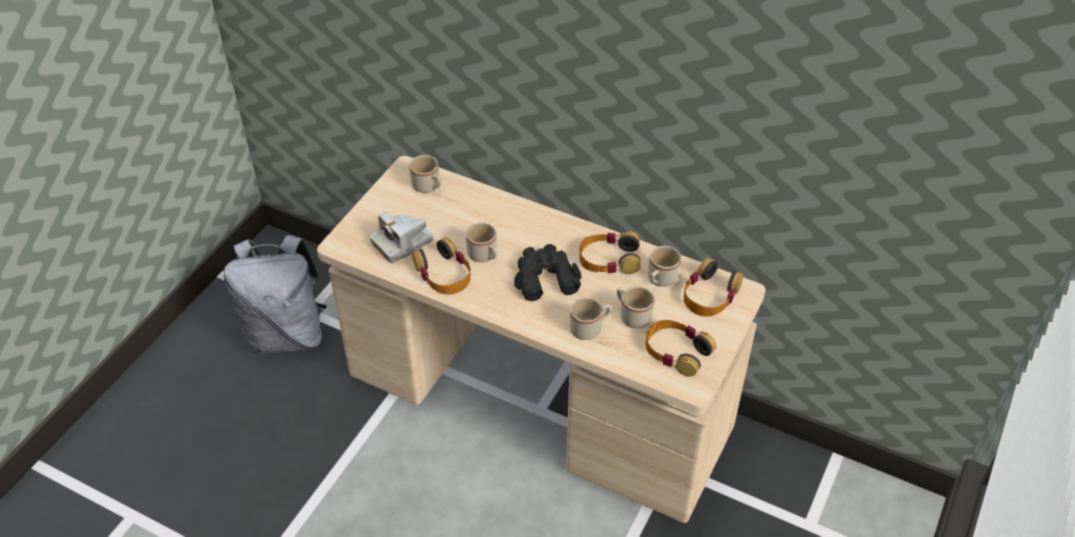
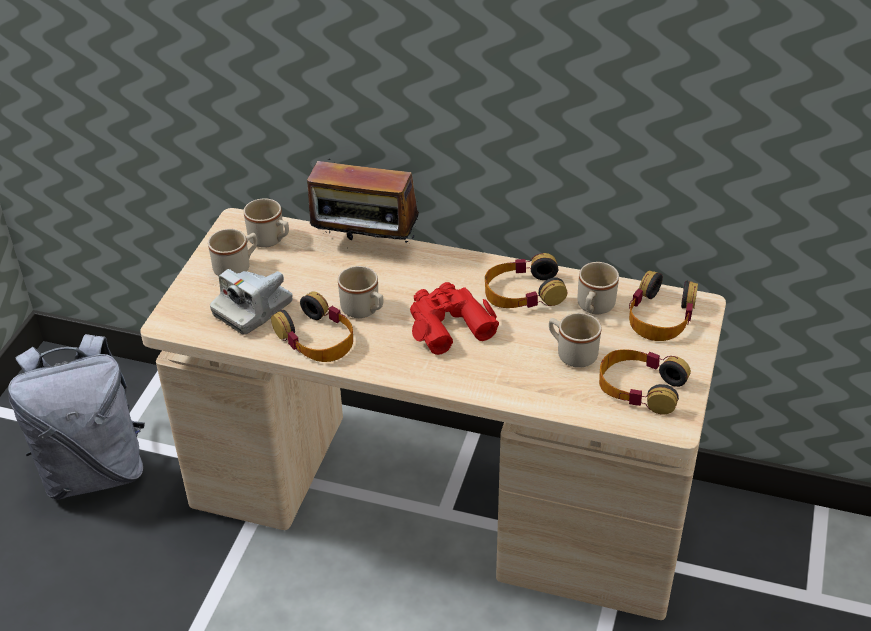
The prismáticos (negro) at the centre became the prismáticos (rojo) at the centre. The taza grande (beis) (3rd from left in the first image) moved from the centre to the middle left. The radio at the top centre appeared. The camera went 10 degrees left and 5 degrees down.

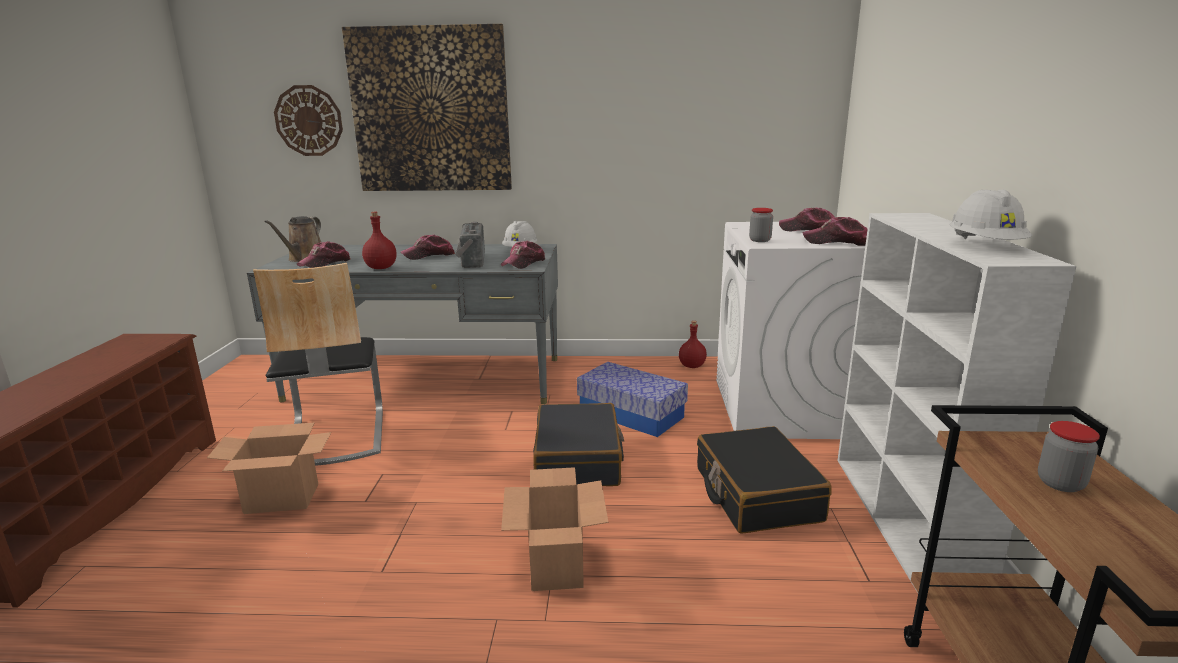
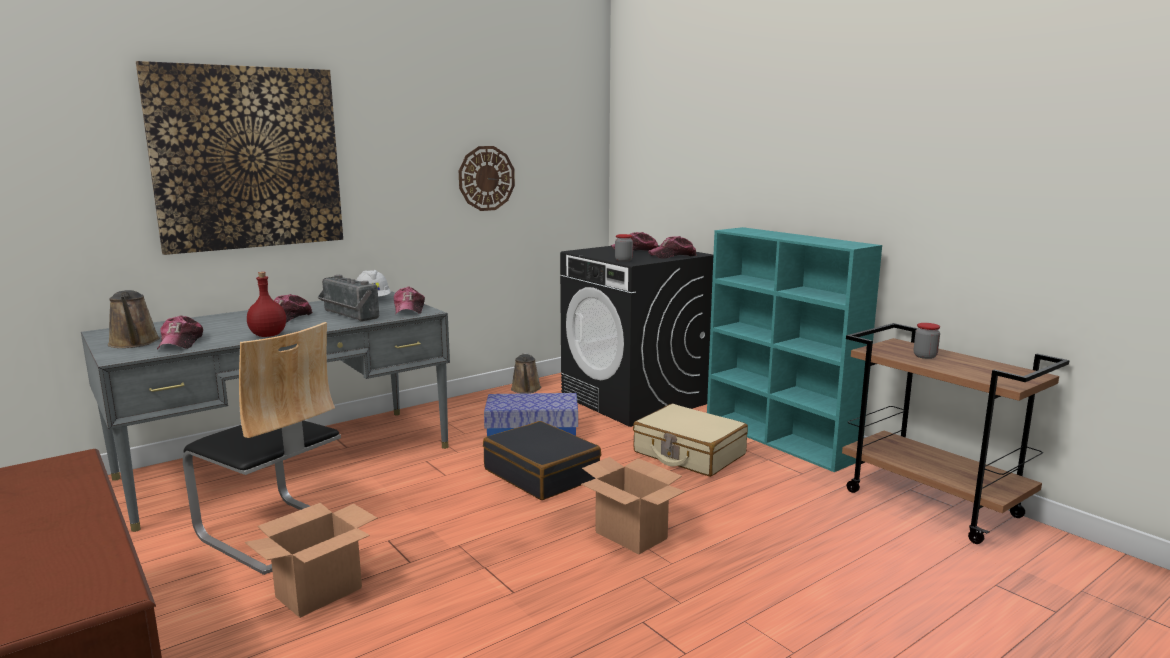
The reloj de pared moved from the top left to the top centre. The botella (rojo) (2nd from left) at the centre was replaced by the regadera (marrón) (2nd from left) at the centre. The maleta (negro) (2nd from left) at the bottom centre became the maleta (beis) at the bottom centre. The lavadora (blanco) at the middle right became the lavadora (negro) at the centre. The estantería (blanco) at the middle right became the estantería (turquesa) at the middle right. The casco (blanco) (2nd from left) at the top right disappeared. The camera went 40 degrees left and 5 degrees down.

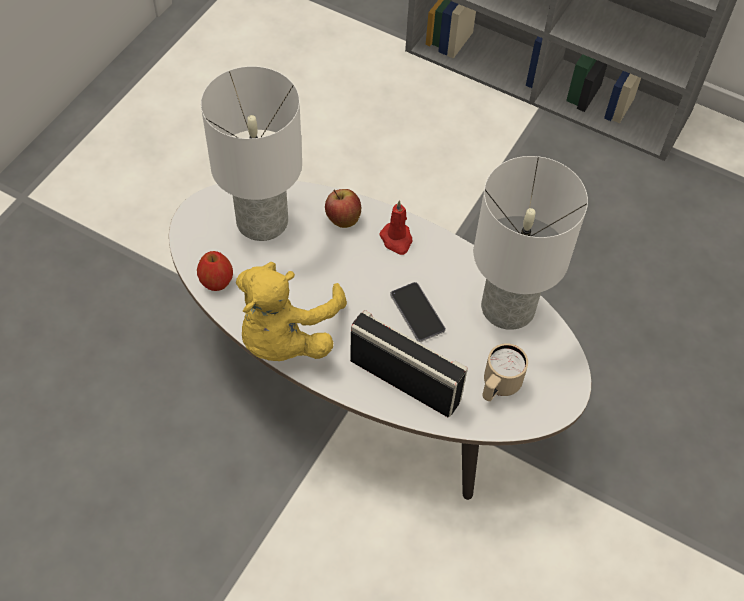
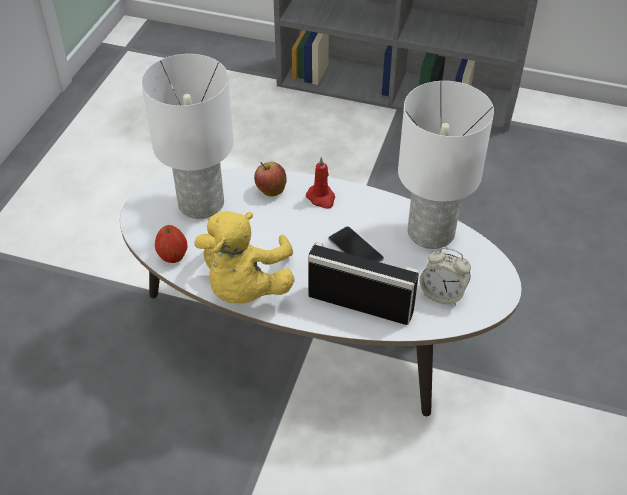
The taza grande (beis) at the middle right was replaced by the despertador at the middle right. The camera went 10 degrees left and 10 degrees down.

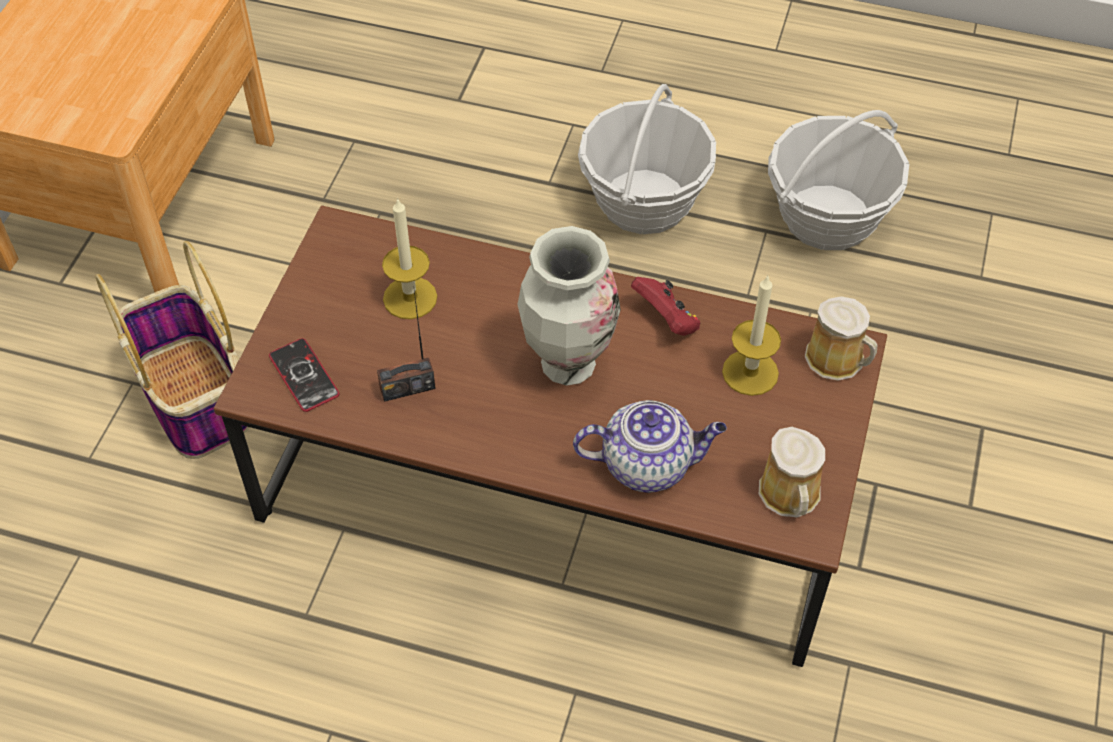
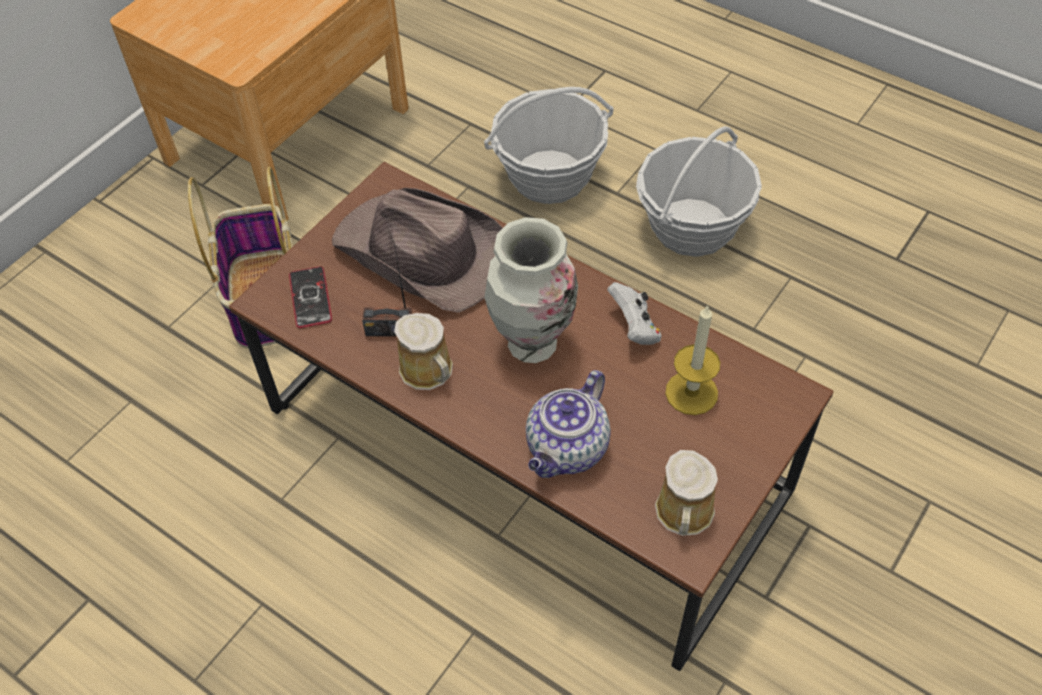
The vela (1st from left) at the centre was replaced by the sombrero (marrón) at the centre. The tetera at the centre turned 105 degrees clockwise. The mando de consola (rojo) at the centre became the mando de consola (blanco) at the centre. The cesta (3rd from left in the first image) moved from the top right to the top centre. The taza grande (2nd from left in the first image) moved from the middle right to the centre. The camera went 20 degrees right and 0 degrees up.

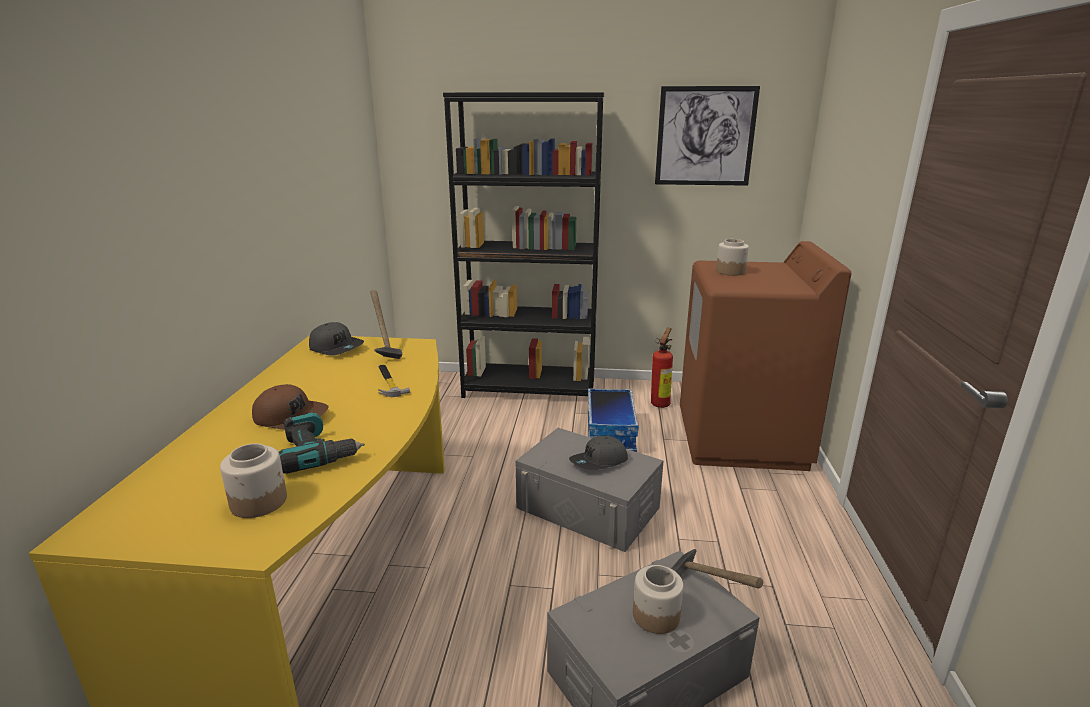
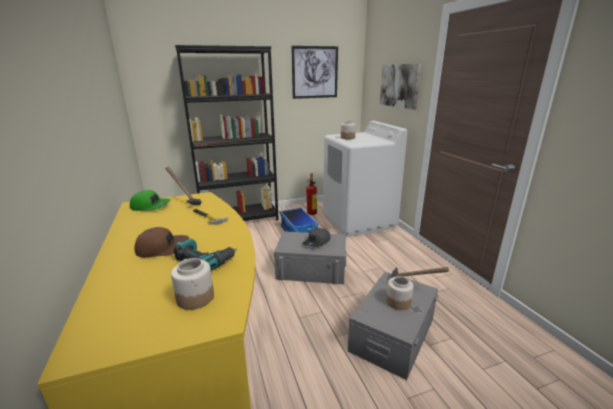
The gorra (gris) (1st from left) at the middle left became the gorra (verde) at the middle left. The lavadora (marrón) at the middle right became the lavadora (blanco) at the centre. The cuadro (2nd from left) at the top centre appeared. The camera went 25 degrees left and 0 degrees up.

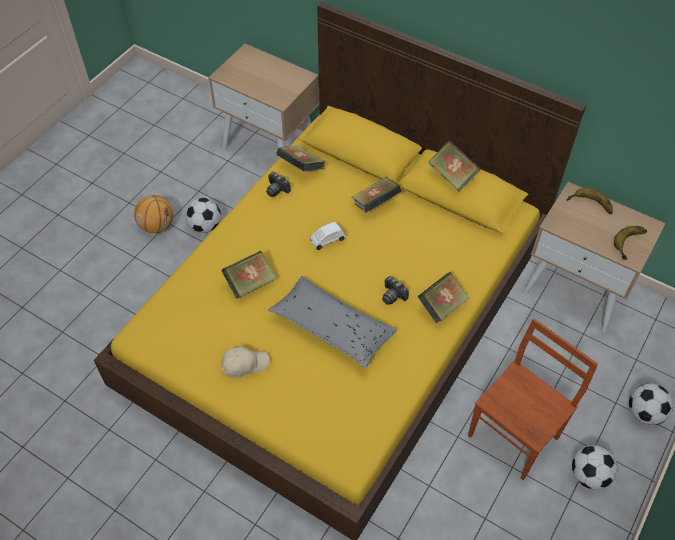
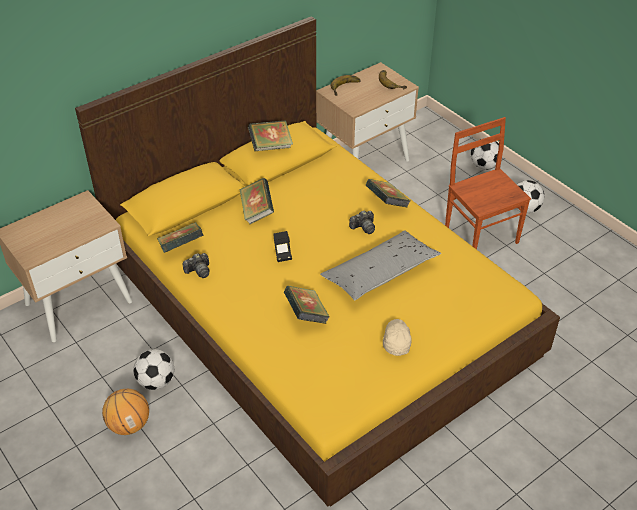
The coche de juguete (blanco) at the centre became the coche de juguete (negro) at the centre. The camera went 70 degrees left and 10 degrees down.

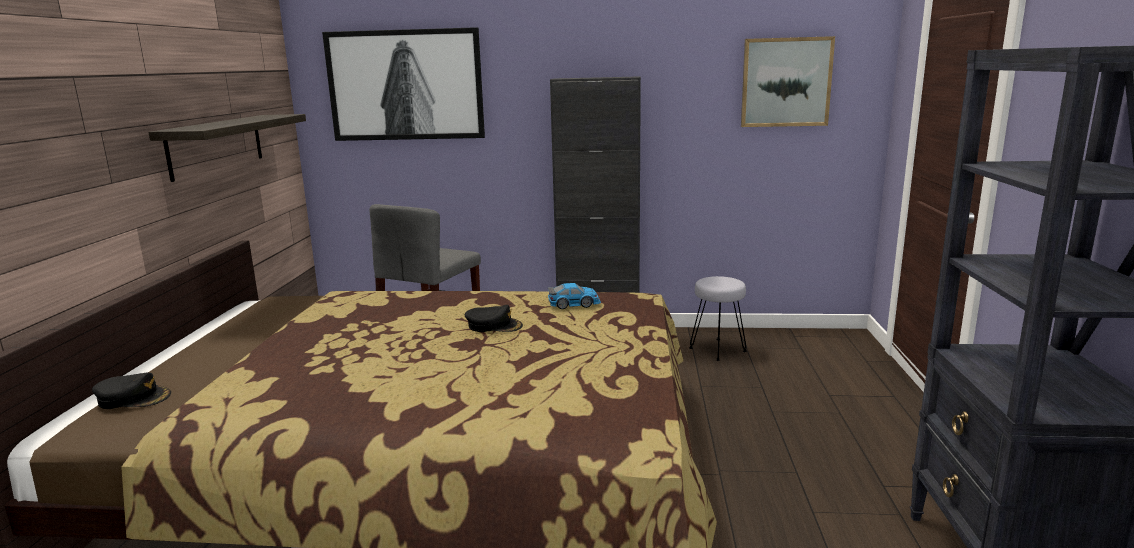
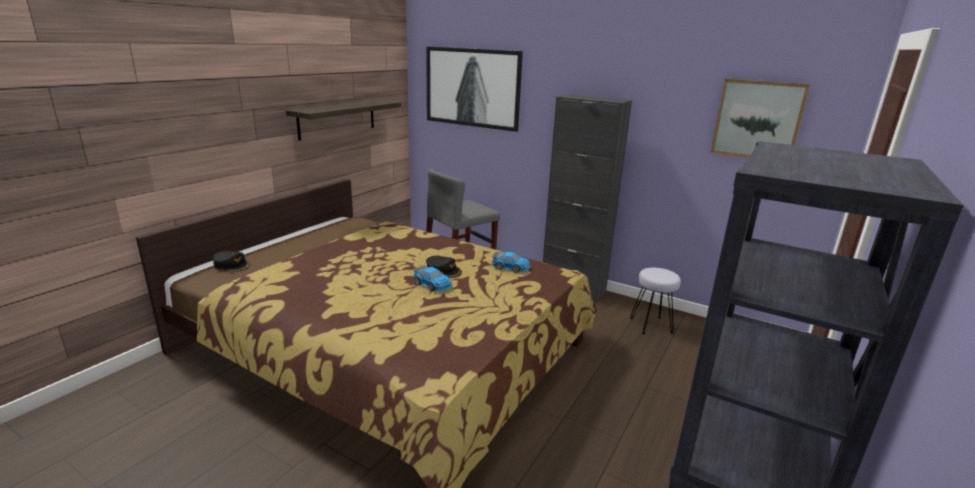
The coche de juguete (1st from left) at the centre appeared. The camera went 25 degrees right and 5 degrees up.

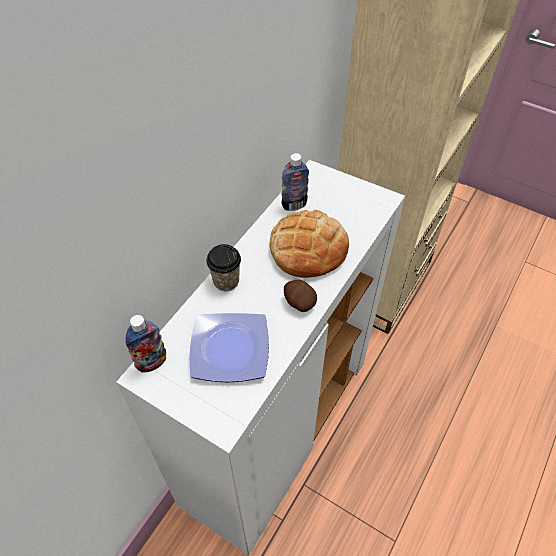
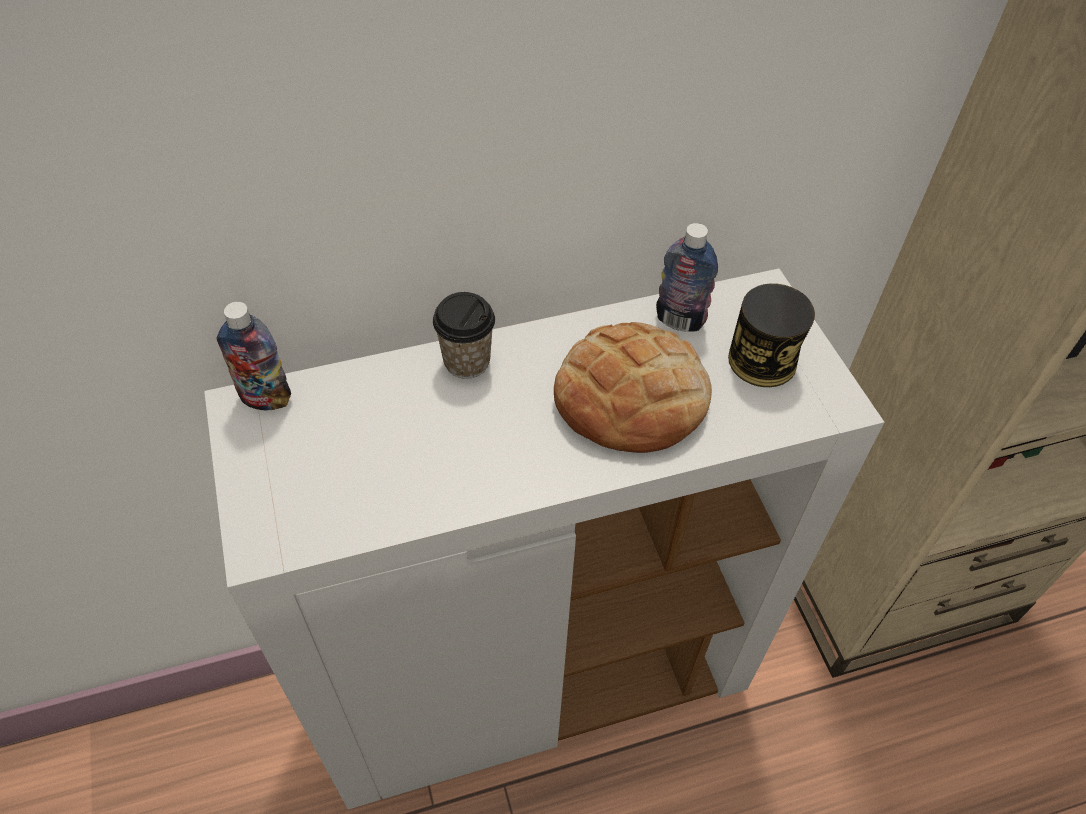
The plato at the centre disappeared. The patata at the centre disappeared. The lata at the middle right appeared. The camera went 40 degrees right and 0 degrees up.

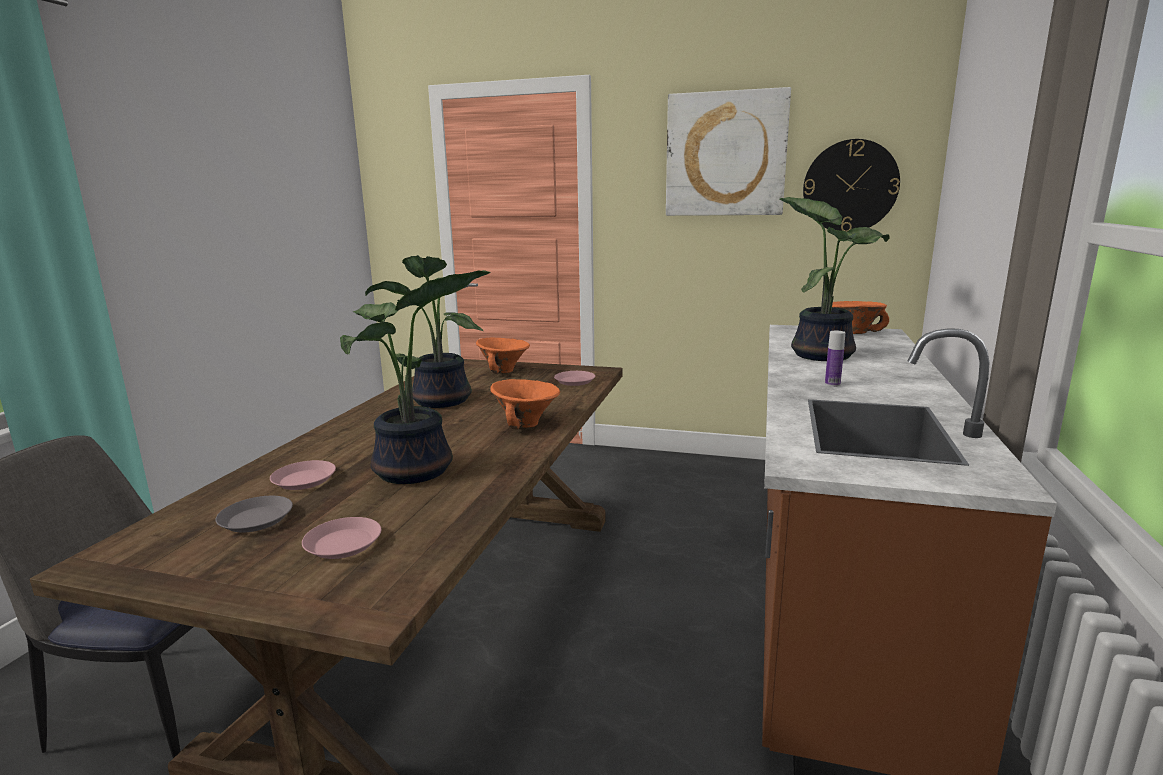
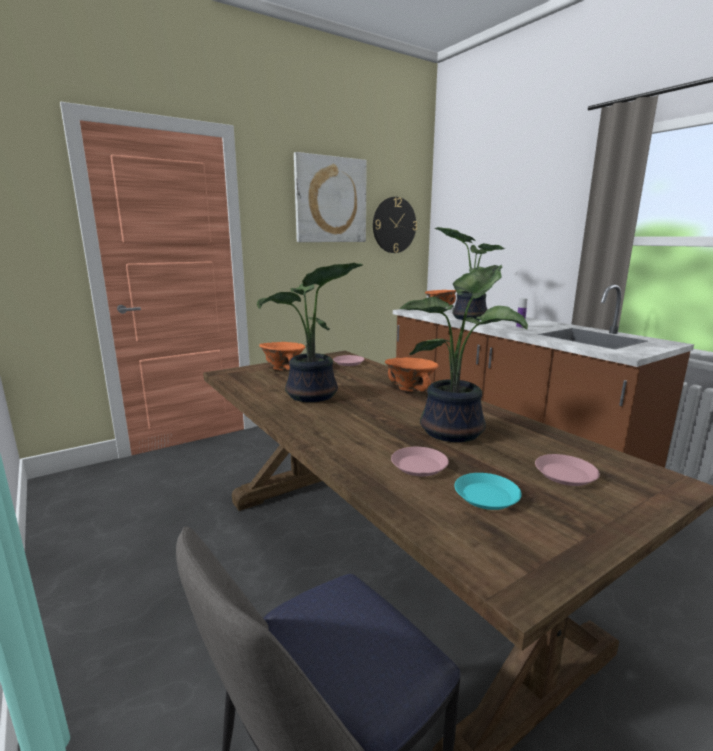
The plato (gris) at the middle left became the plato (turquesa) at the middle right. The camera went 50 degrees left and 0 degrees up.

